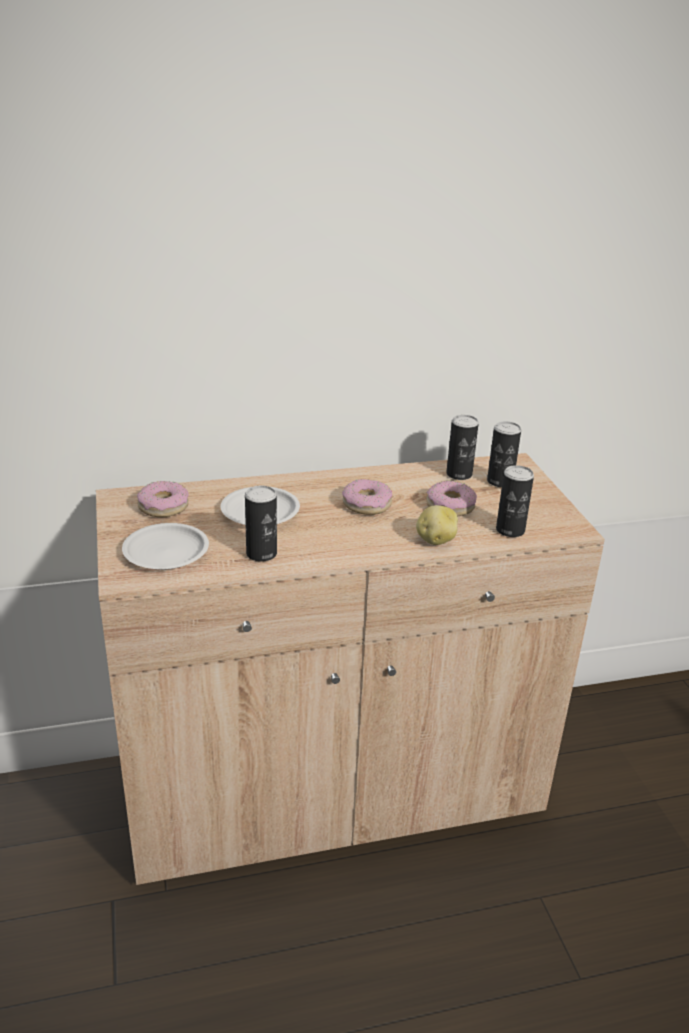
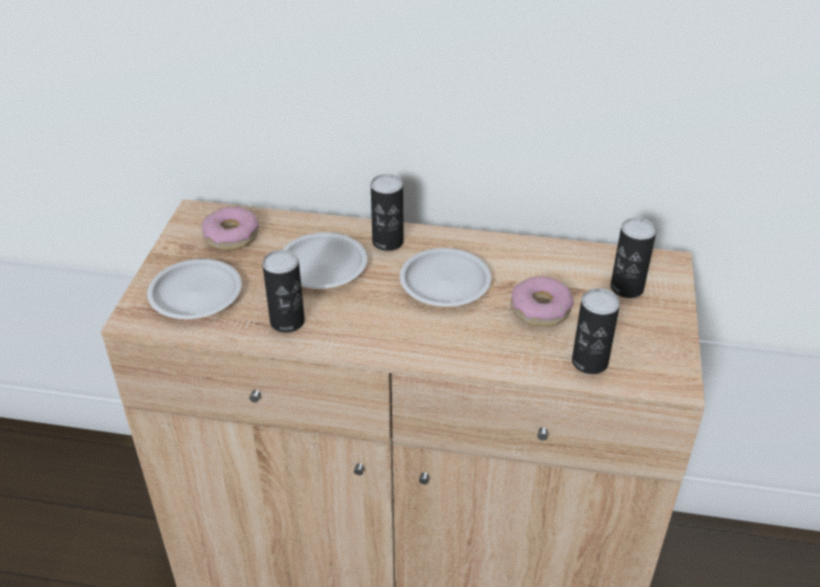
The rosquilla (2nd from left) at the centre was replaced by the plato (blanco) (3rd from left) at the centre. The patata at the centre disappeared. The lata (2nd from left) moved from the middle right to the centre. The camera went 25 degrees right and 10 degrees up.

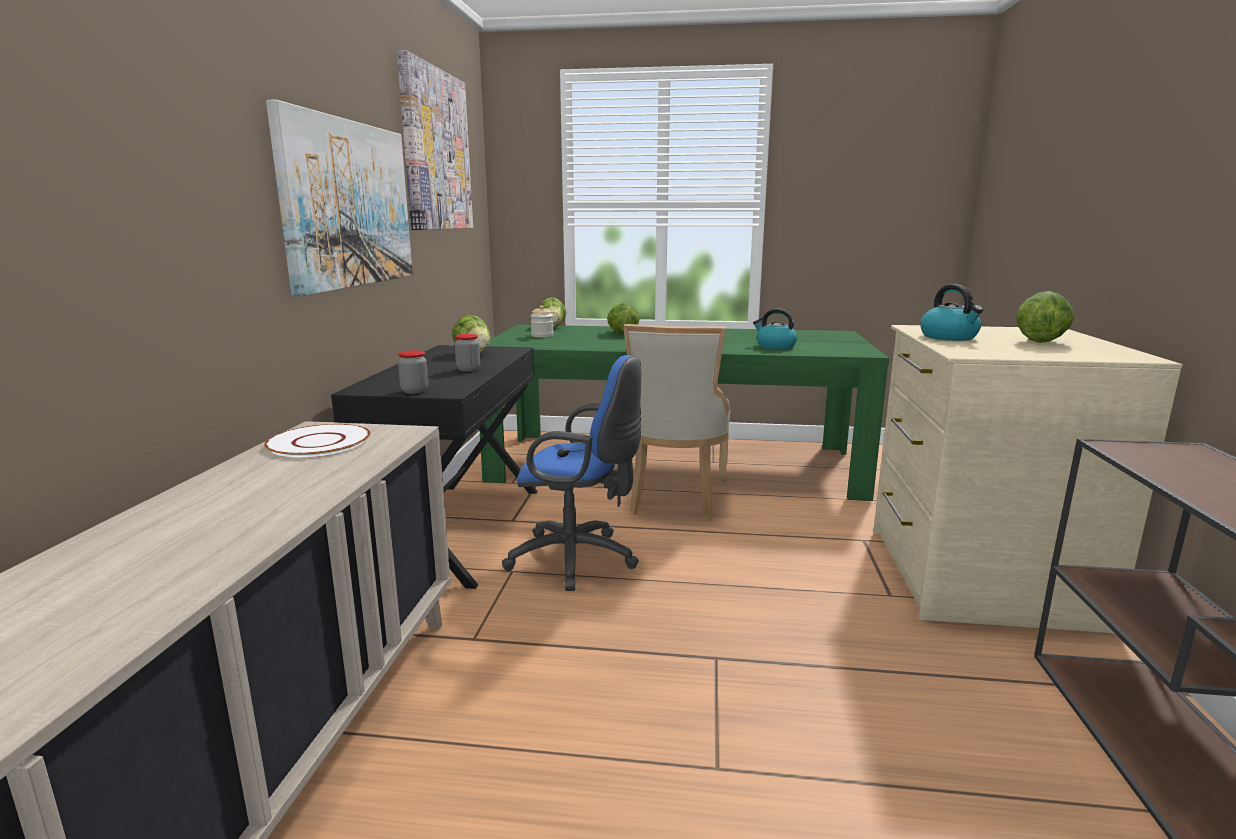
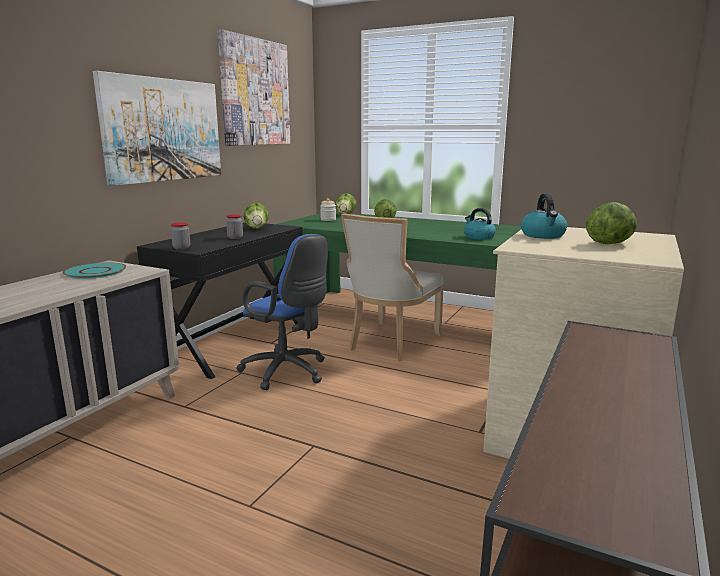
The plato (blanco) at the middle left became the plato (turquesa) at the middle left. The camera went 20 degrees right and 0 degrees up.

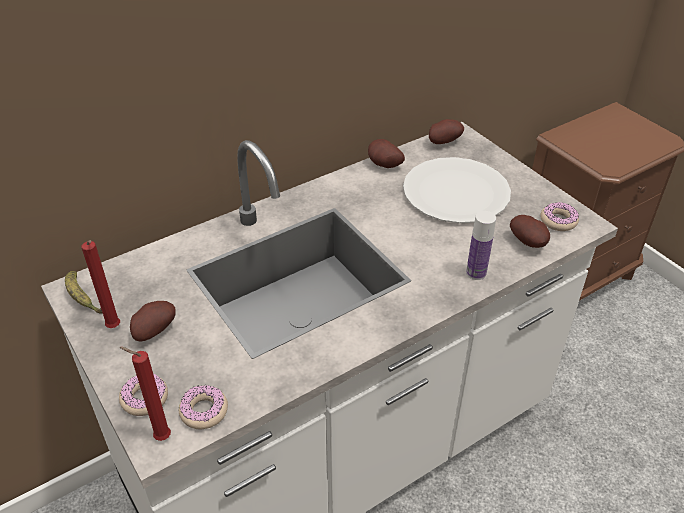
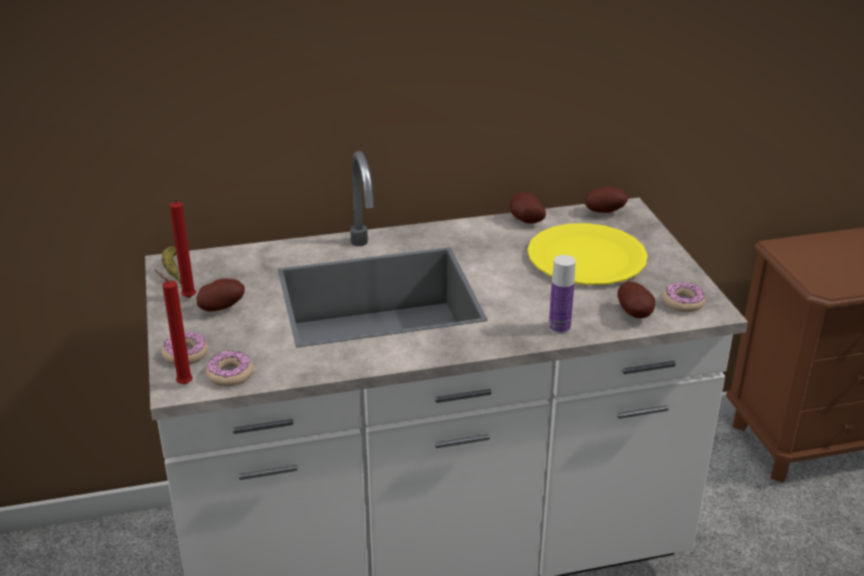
The plato (blanco) at the middle right became the plato (amarillo) at the middle right. The camera went 20 degrees right and 10 degrees down.

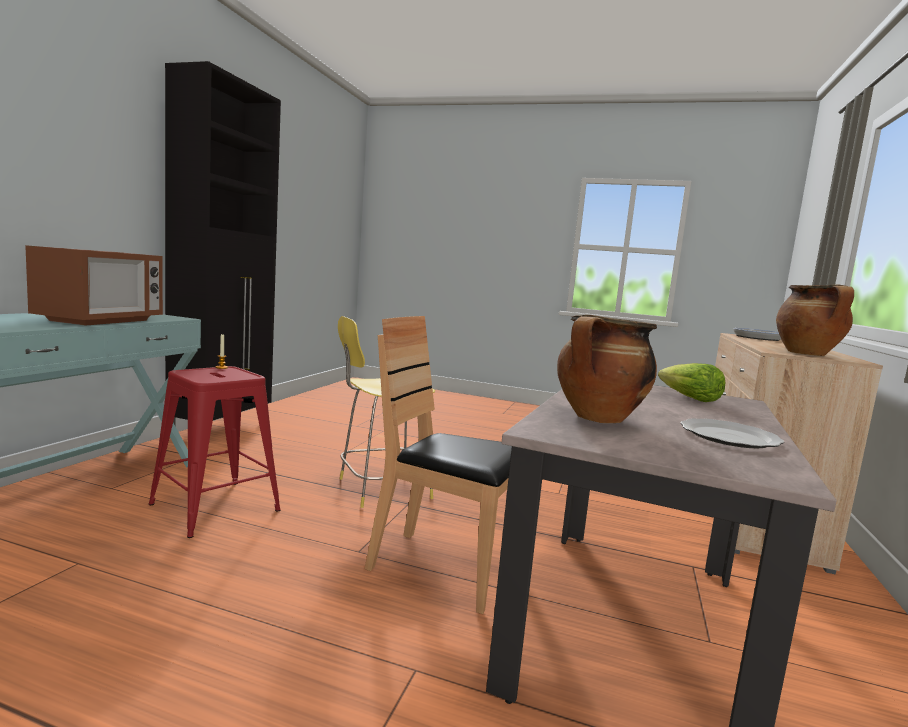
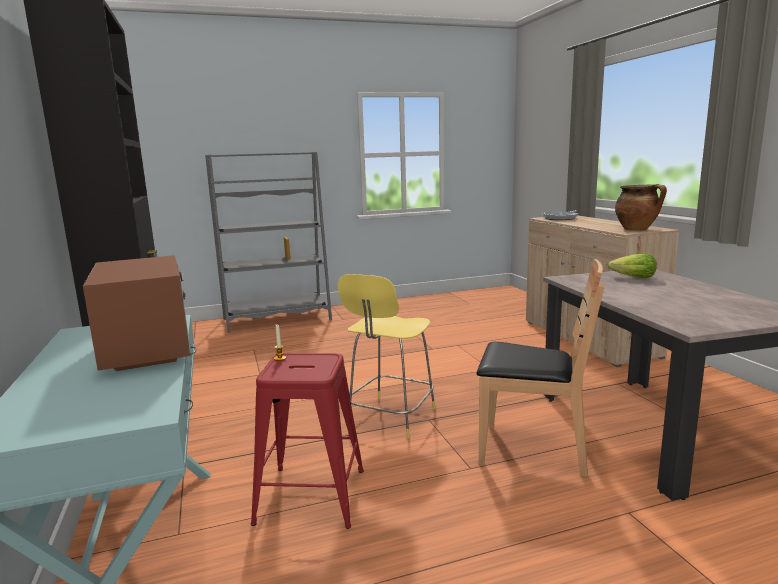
The silla (marrón) at the centre turned 150 degrees counterclockwise. The olla (1st from left) at the middle right disappeared. The plato at the middle right disappeared. The estantería (gris) at the centre appeared. The camera went 35 degrees left and 5 degrees up.

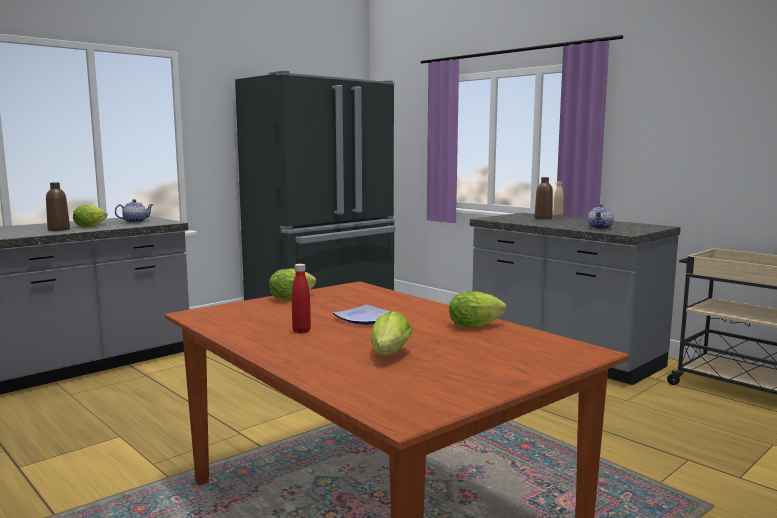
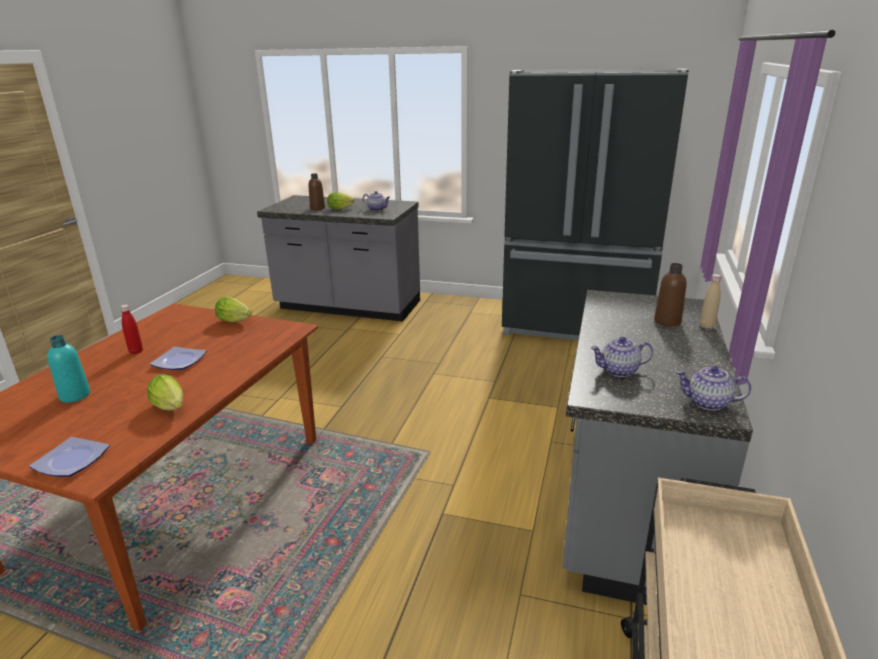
The lechuga (3rd from left) at the centre was replaced by the botella (turquesa) at the middle left. The plato (1st from left) at the bottom left appeared. The tetera (3rd from left) at the middle right appeared. The camera went 60 degrees right and 15 degrees up.

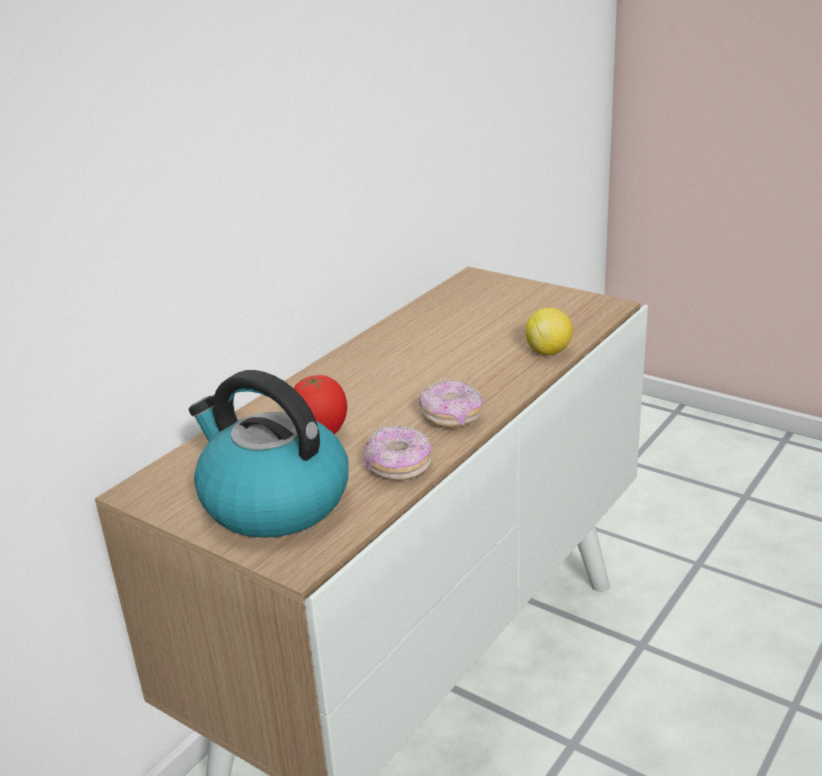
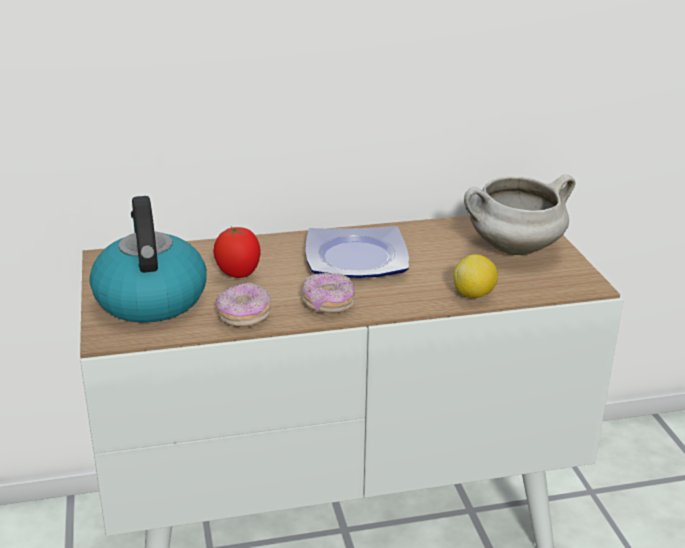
The plato at the centre appeared. The olla (blanco) at the middle right appeared. The camera went 40 degrees right and 0 degrees up.

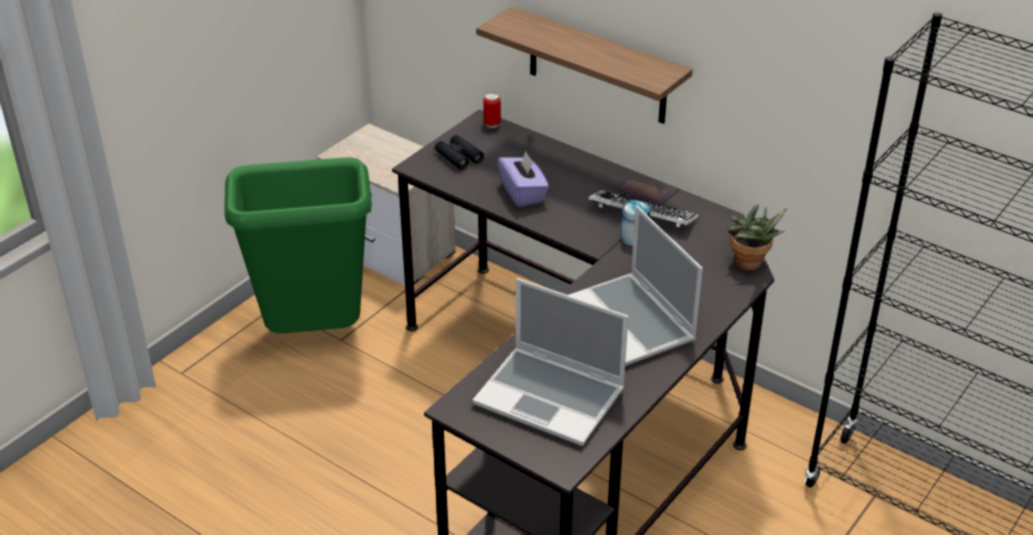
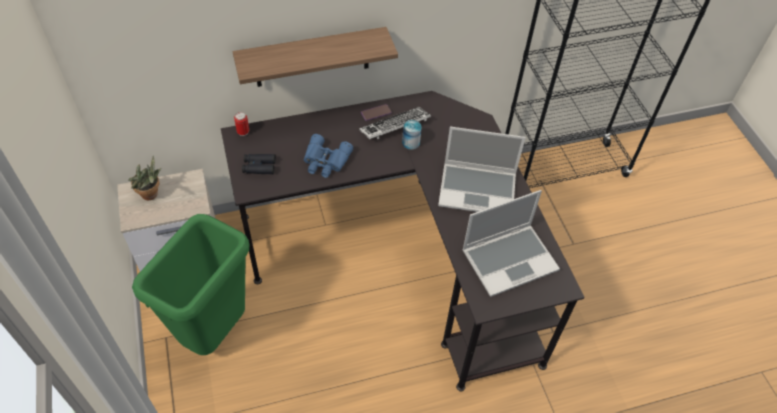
The caja de pañuelos (morado) at the centre was replaced by the prismáticos (azul) at the centre. The planta en maceta moved from the middle right to the middle left. The camera went 55 degrees left and 15 degrees up.

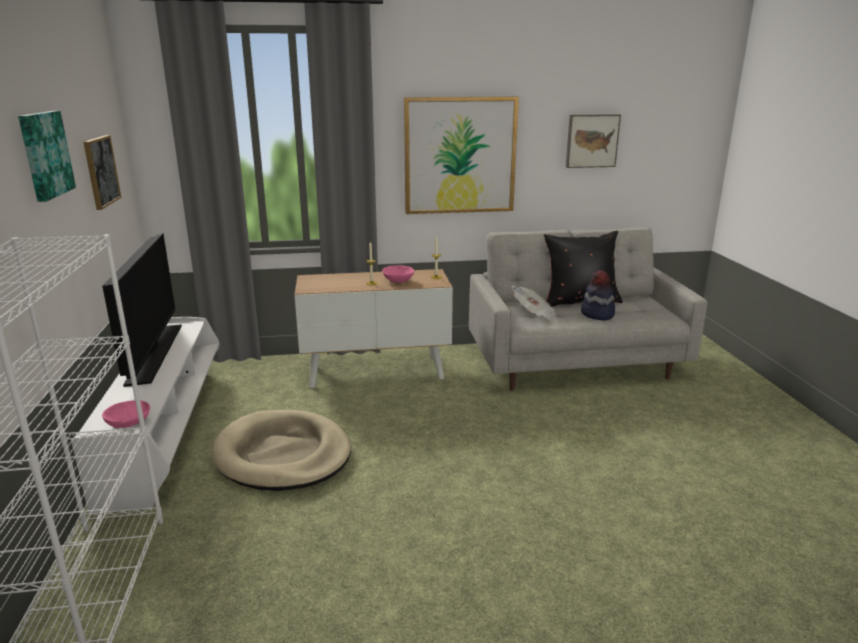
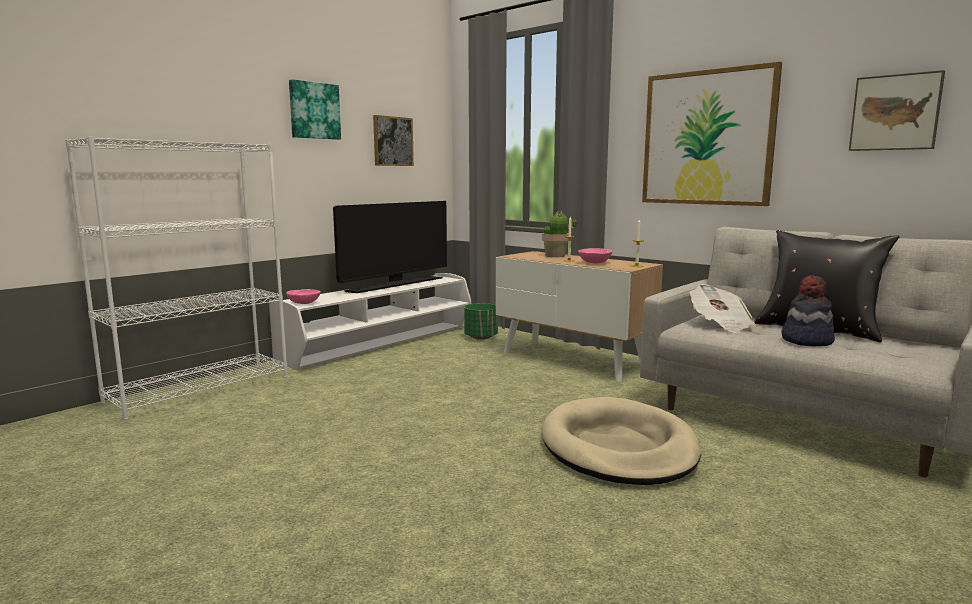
The cama para perro (beis) moved from the bottom left to the bottom centre. The maceta (verde) at the centre appeared. The planta en maceta at the centre appeared. The camera went 50 degrees right and 10 degrees down.

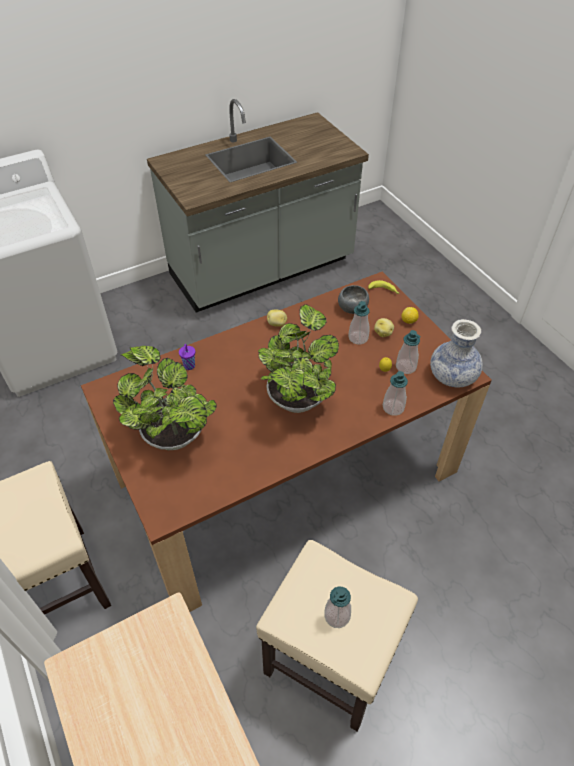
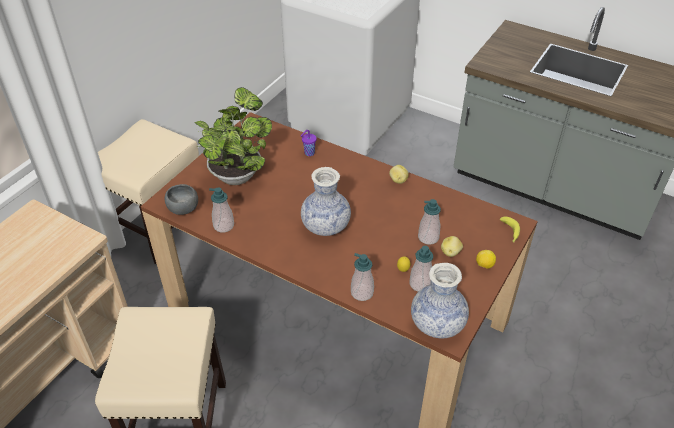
The planta en maceta (2nd from left) at the centre was replaced by the florero (1st from left) at the centre. The dispensador de jabón (1st from left) moved from the bottom centre to the middle left. The cuenco (gris) moved from the centre to the middle left. The camera went 60 degrees right and 5 degrees down.

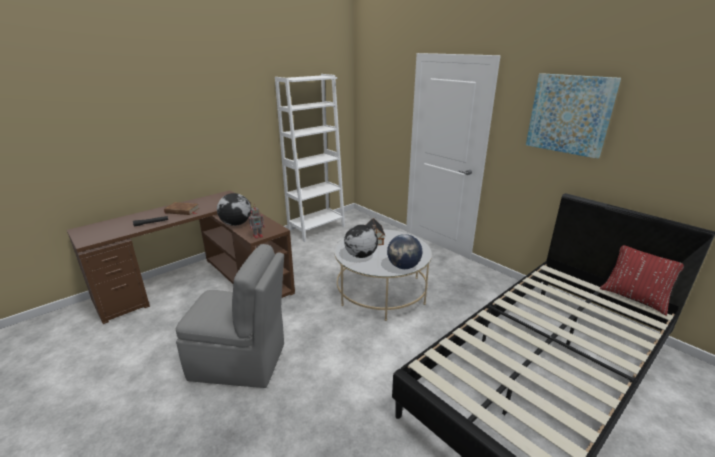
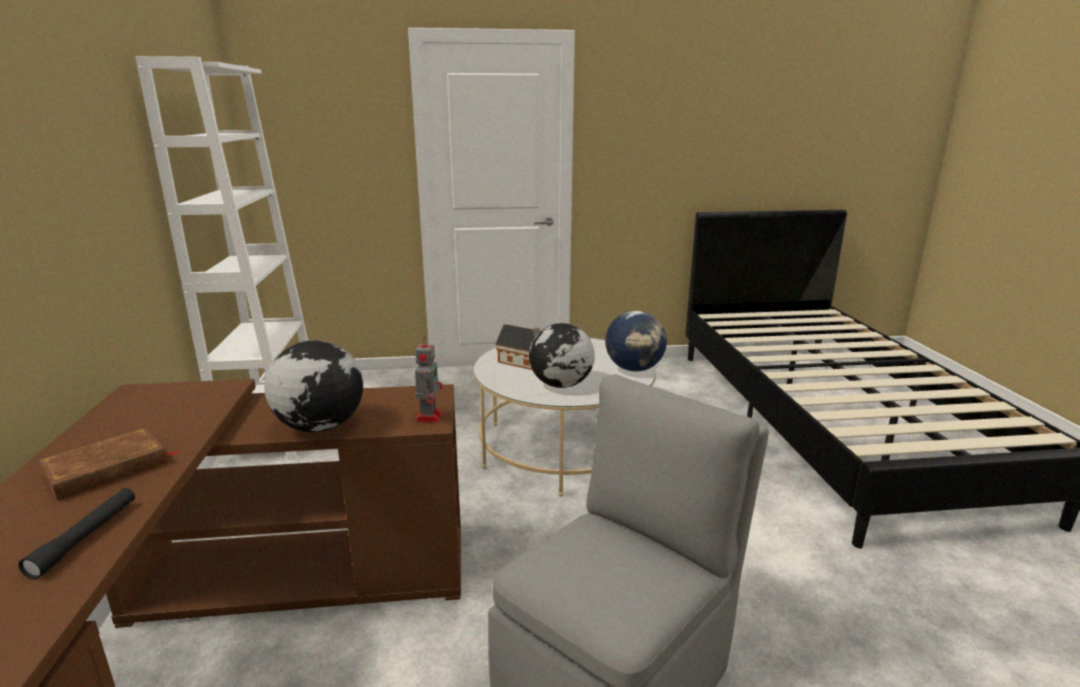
The cuadro at the top right disappeared. The cojín (rojo) at the middle right disappeared. The camera went 55 degrees left and 5 degrees down.

